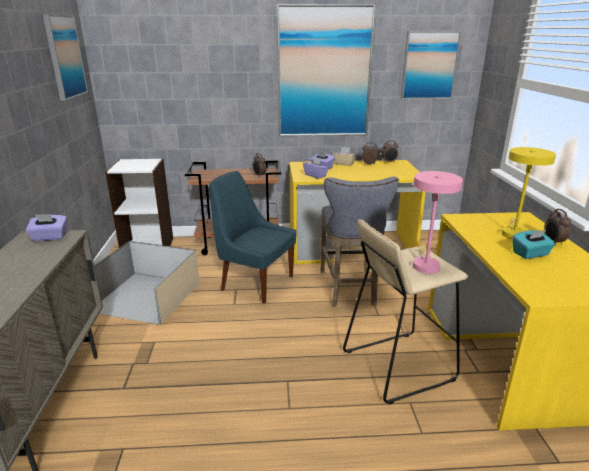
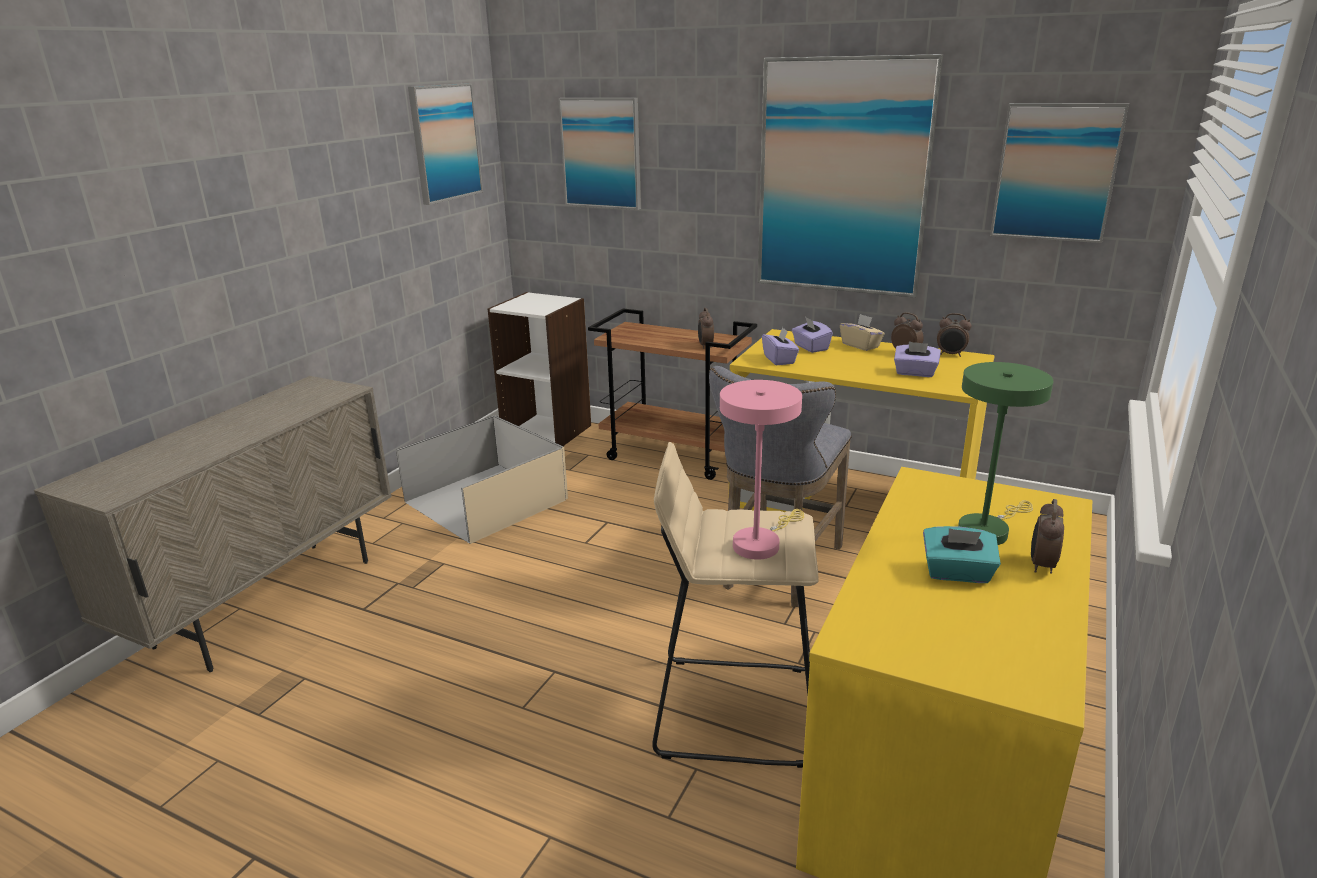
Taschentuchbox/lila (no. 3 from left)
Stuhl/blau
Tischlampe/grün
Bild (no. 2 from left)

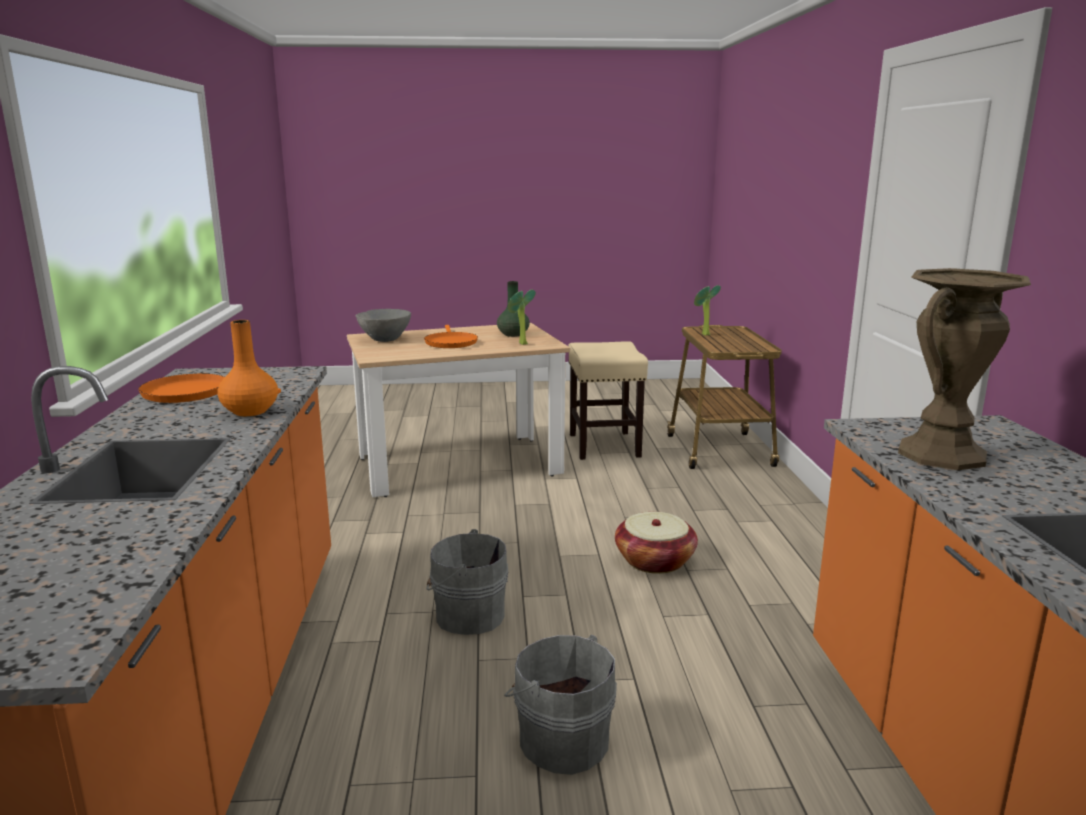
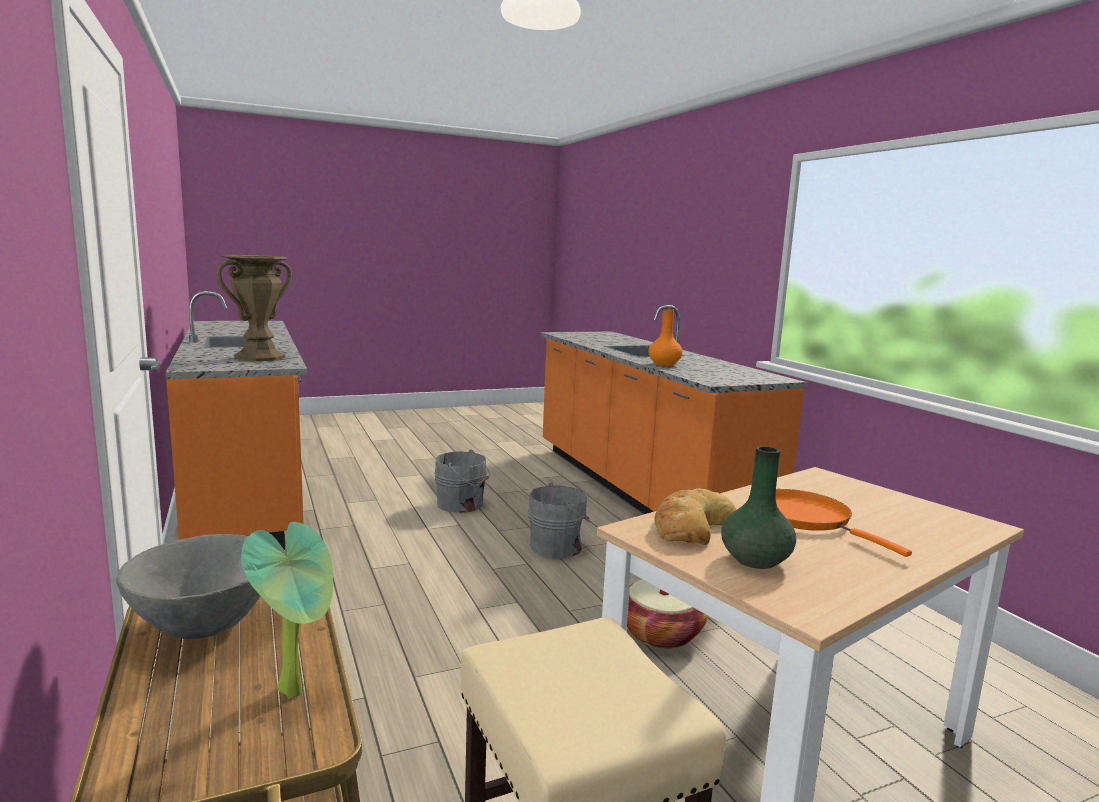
Pfanne/orange (no. 1 from left in the first image)
Schüssel/grau
Brot
Korb

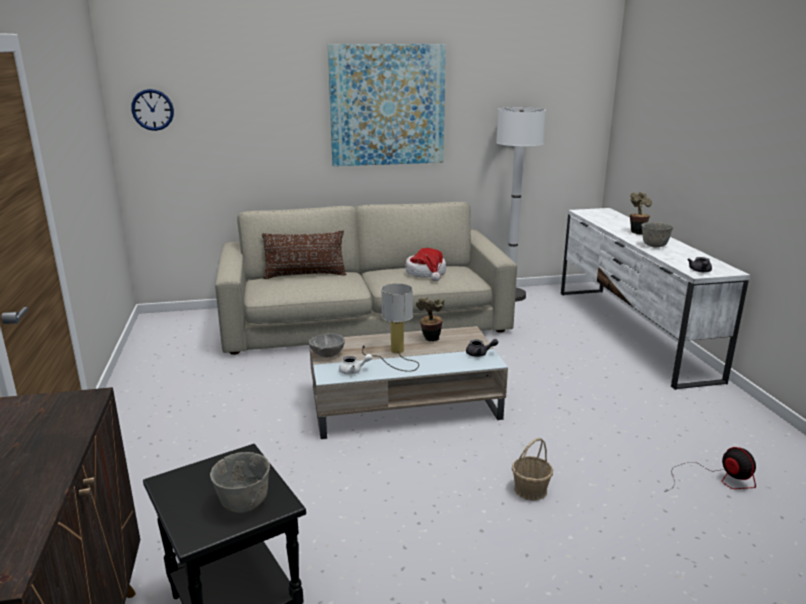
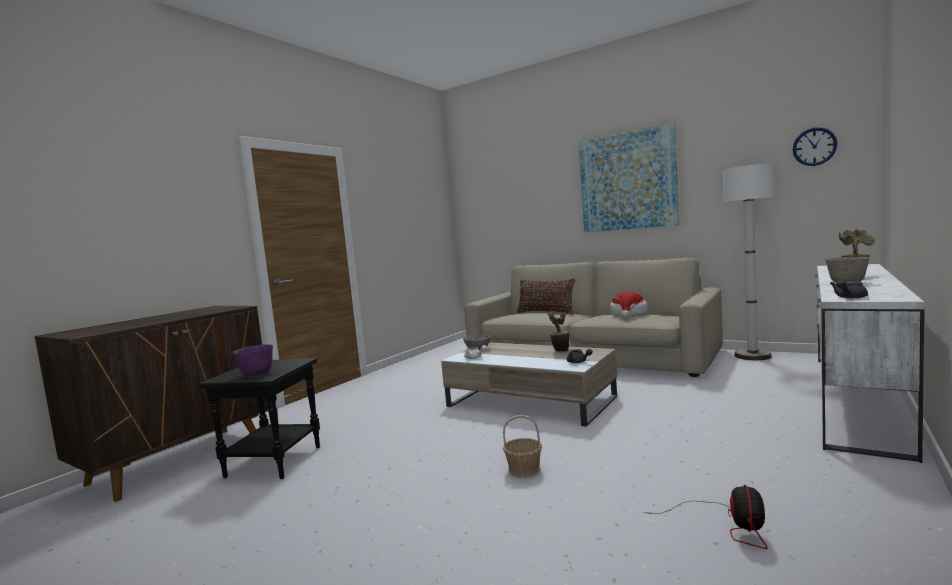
Wanduhr
Schüssel/lila
Tischlampe

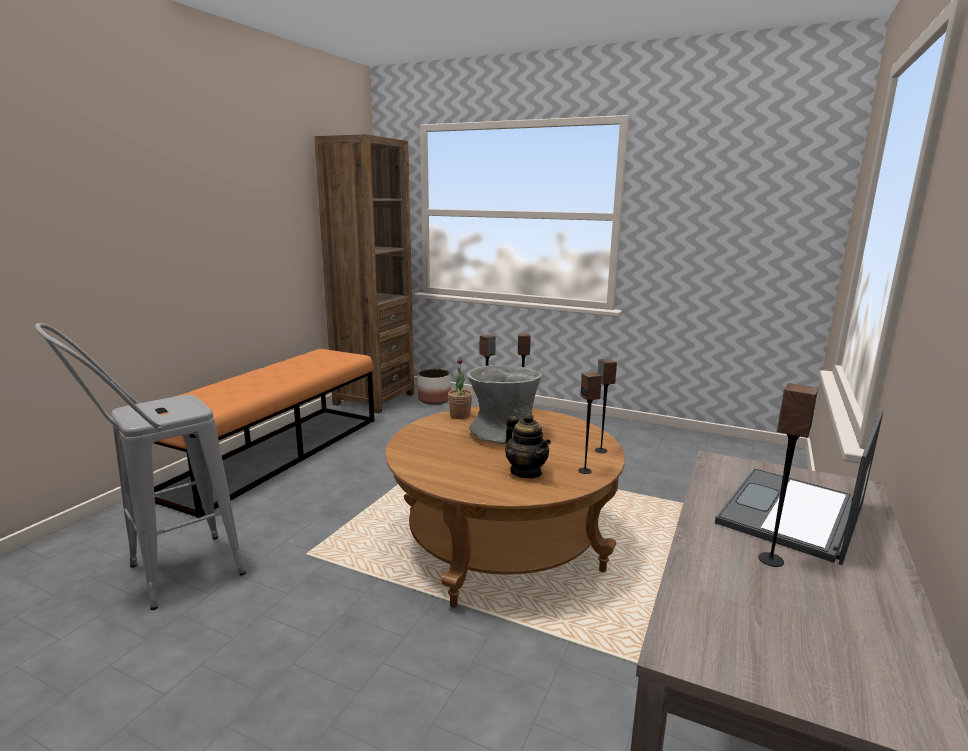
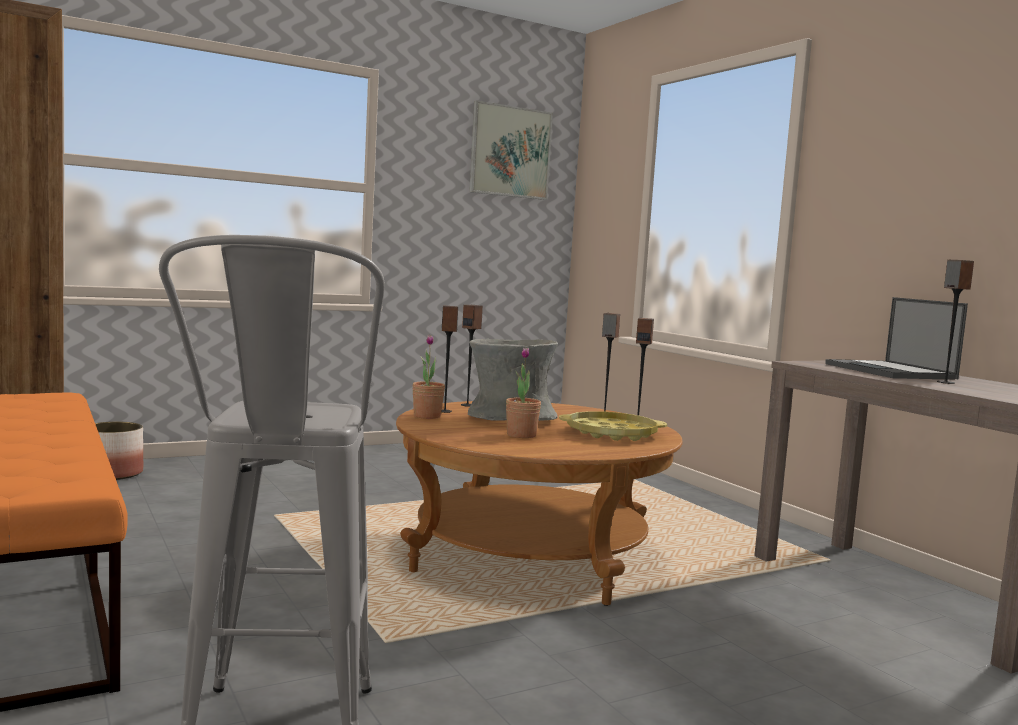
Tablett/gelb
Bild
Topfpflanze (no. 2 from left)

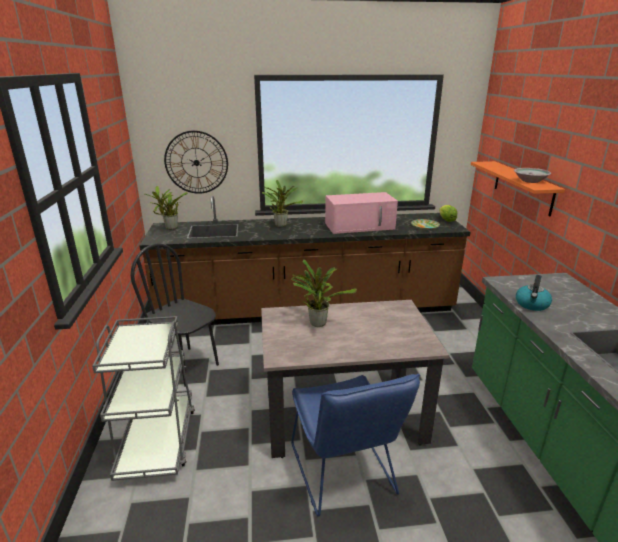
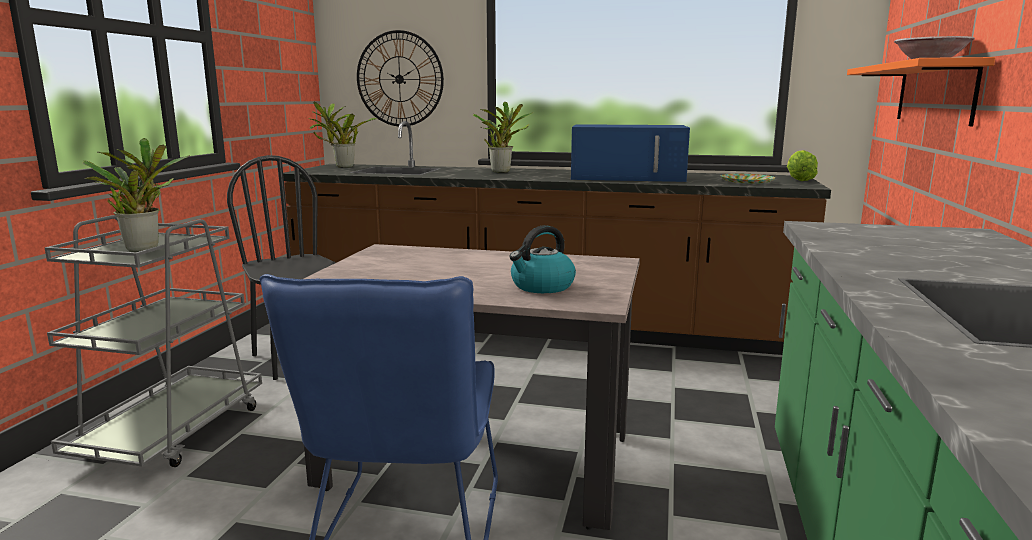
Topfpflanze (no. 1 from left)
Mikrowelle/blau
Wasserkessel

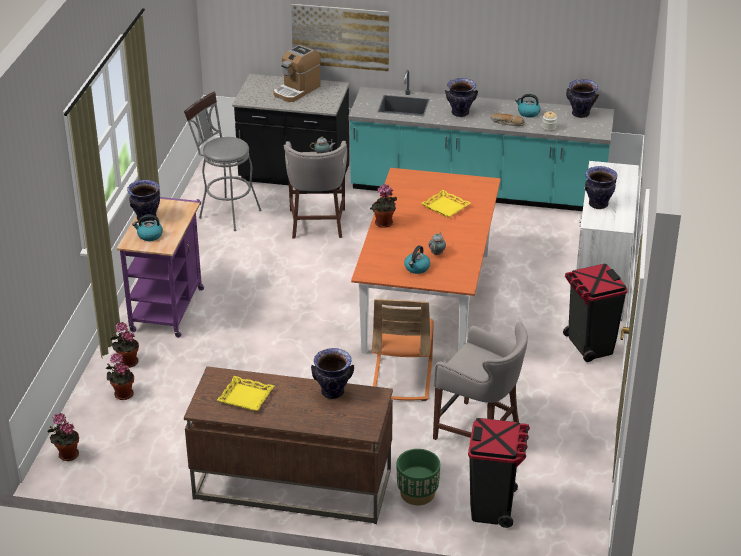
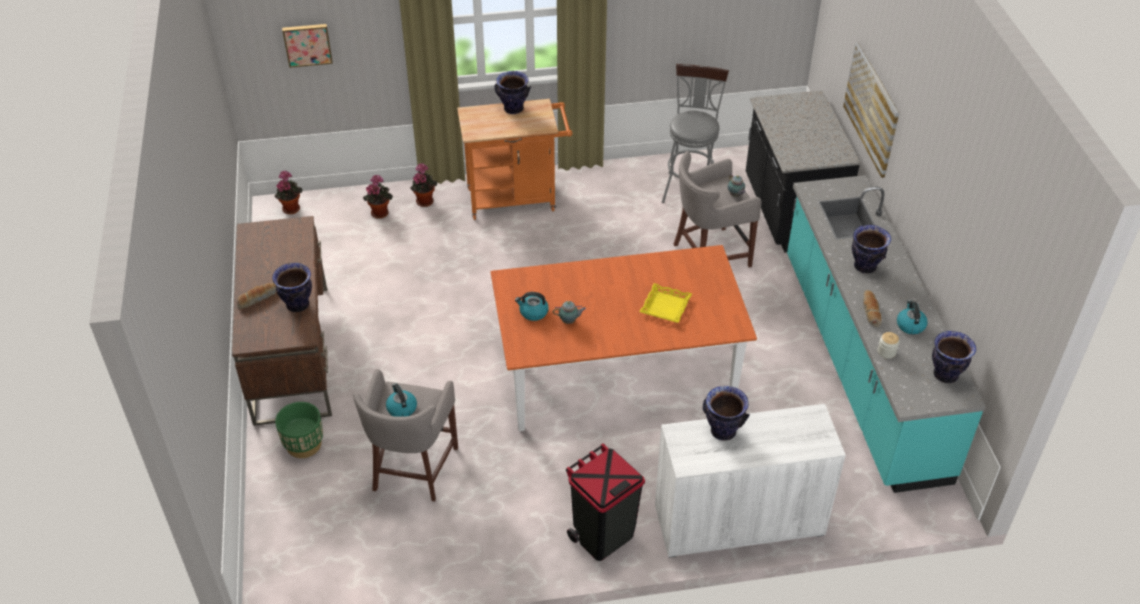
Rollwagen/orange
Wasserkessel (no. 1 from left)
Tablett/gelb (no. 1 from left in the first image)
Kaffeemaschine
Topfpflanze (no. 4 from left in the first image)
Stuhl/orange
Mülleimer/schwarz (no. 1 from left in the first image)
Brot (no. 1 from left)
Bild (no. 1 from left)

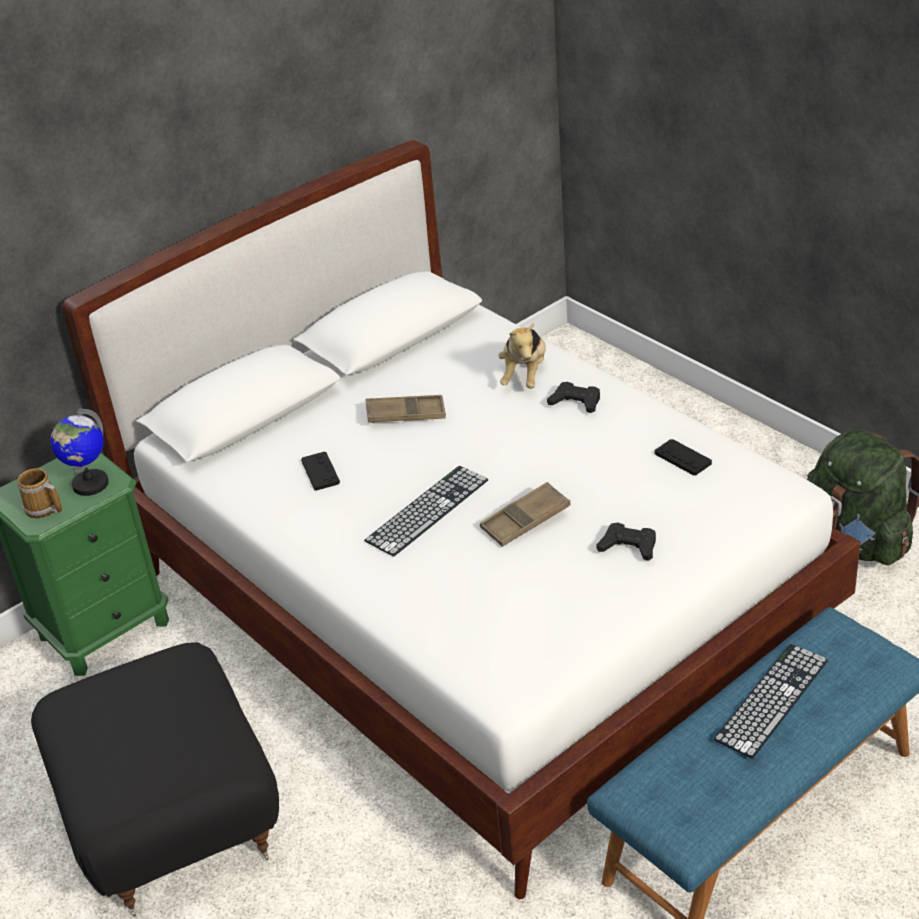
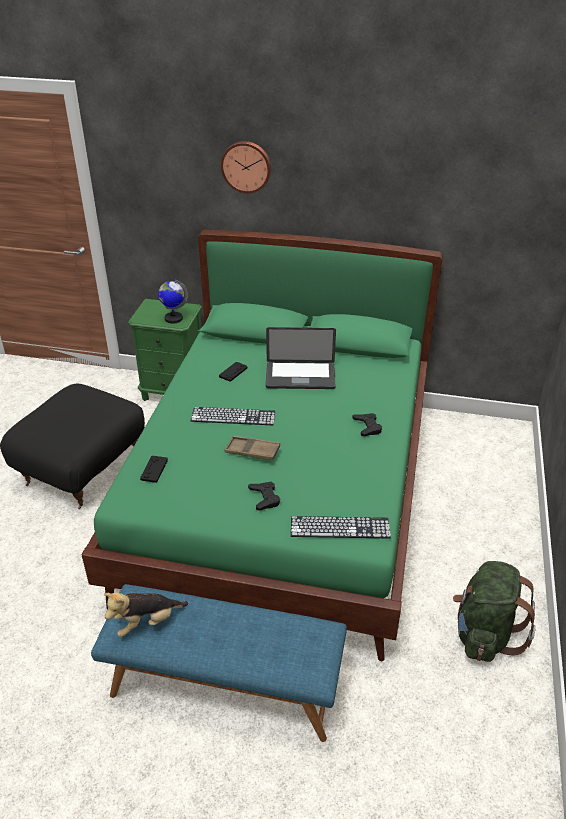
Henkelbecher
Bett/grün
Laptop
Plüschtier
Gamepad/schwarz (no. 1 from left)
Tastatur (no. 2 from left)
Wanduhr

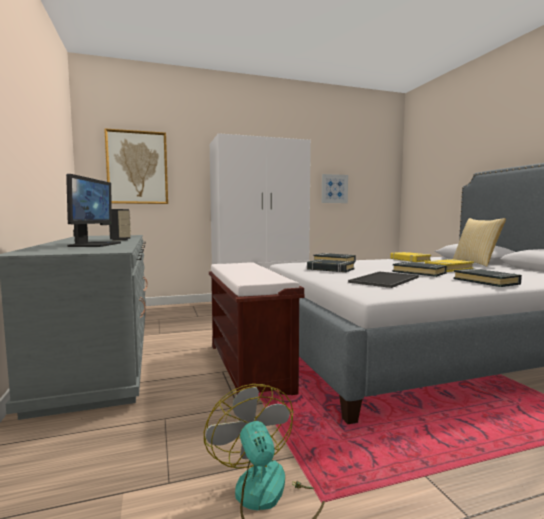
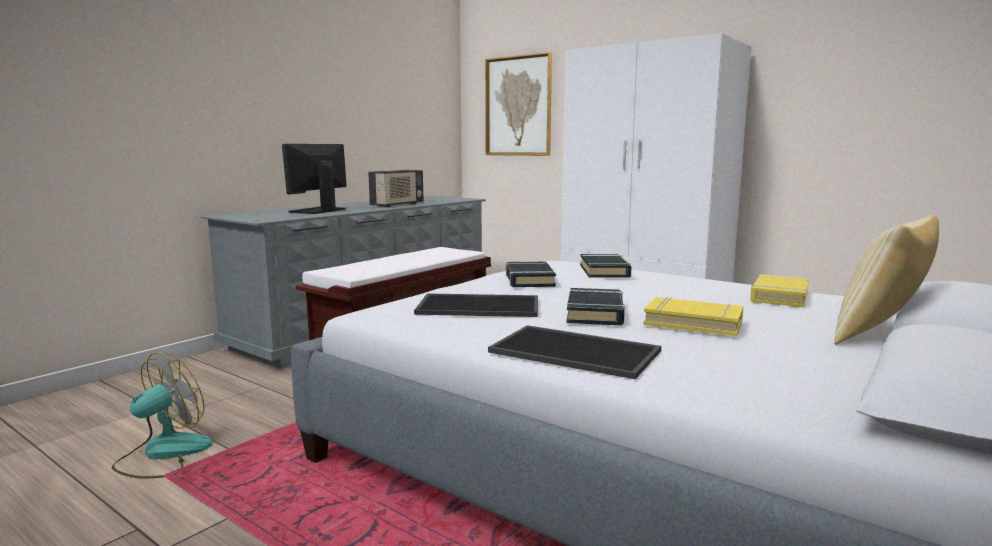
Monitor
Bild (no. 2 from left in the first image)
Tablett (no. 2 from left)

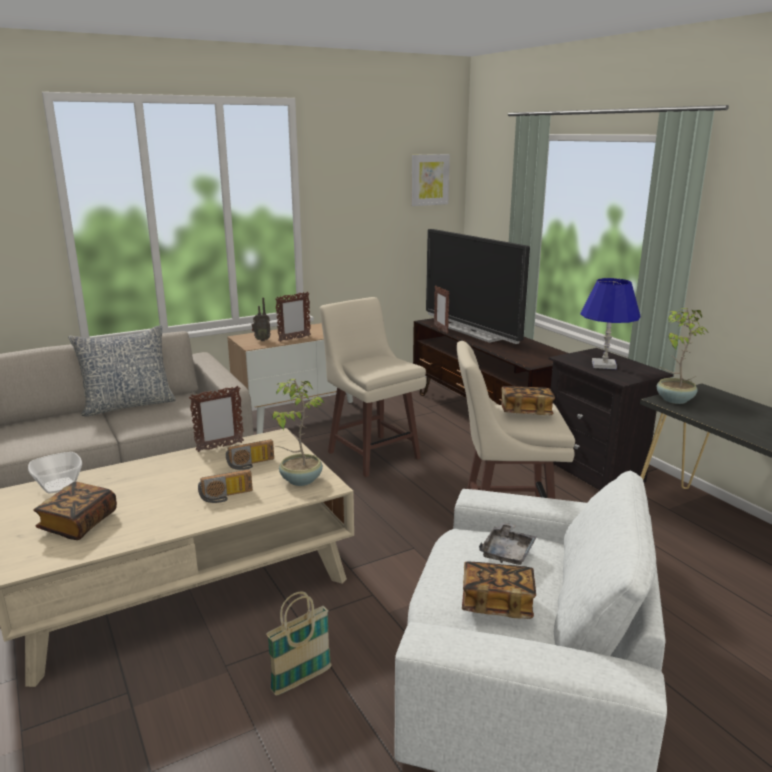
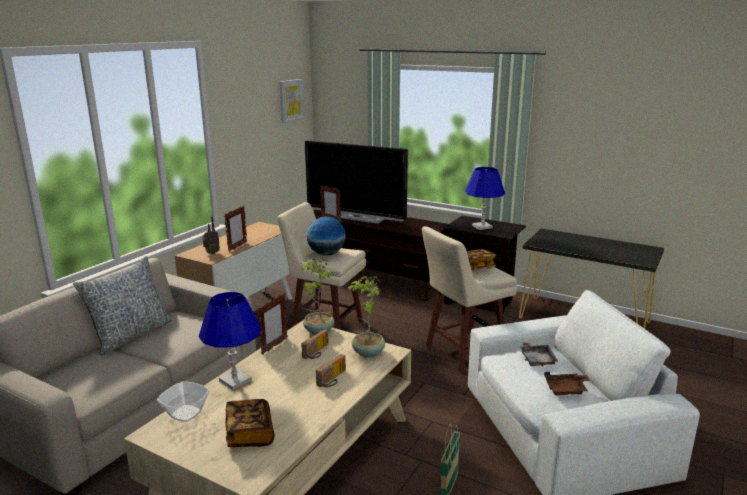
Tablett/braun
Topfpflanze (no. 1 from left)
Tischlampe/blau (no. 1 from left)
Globus

